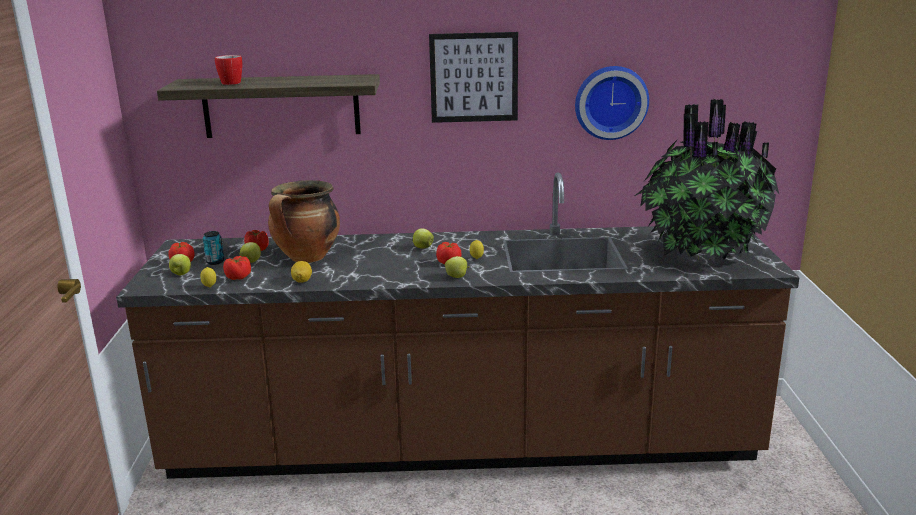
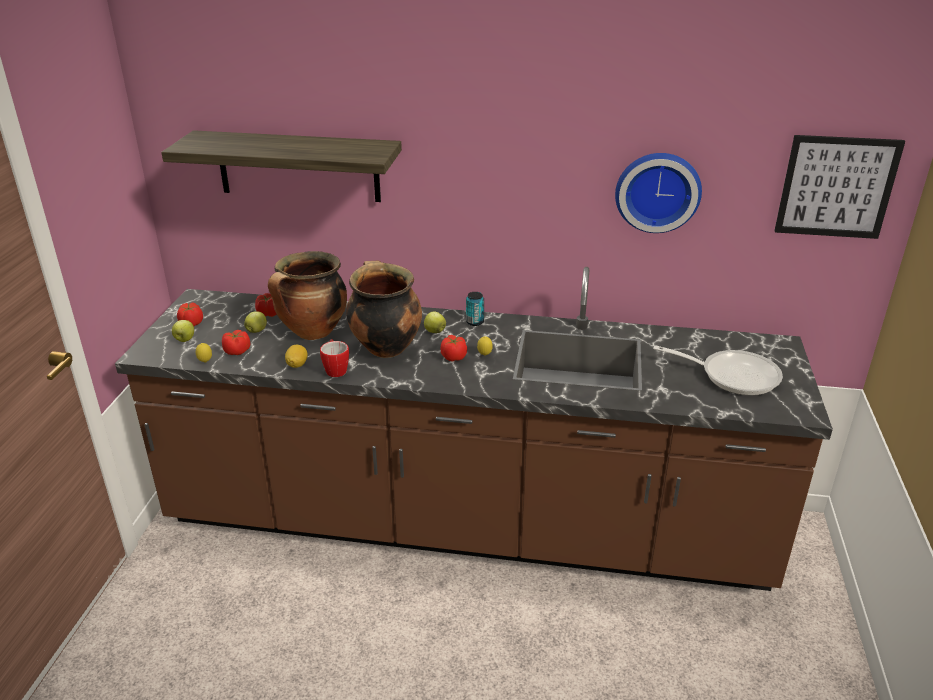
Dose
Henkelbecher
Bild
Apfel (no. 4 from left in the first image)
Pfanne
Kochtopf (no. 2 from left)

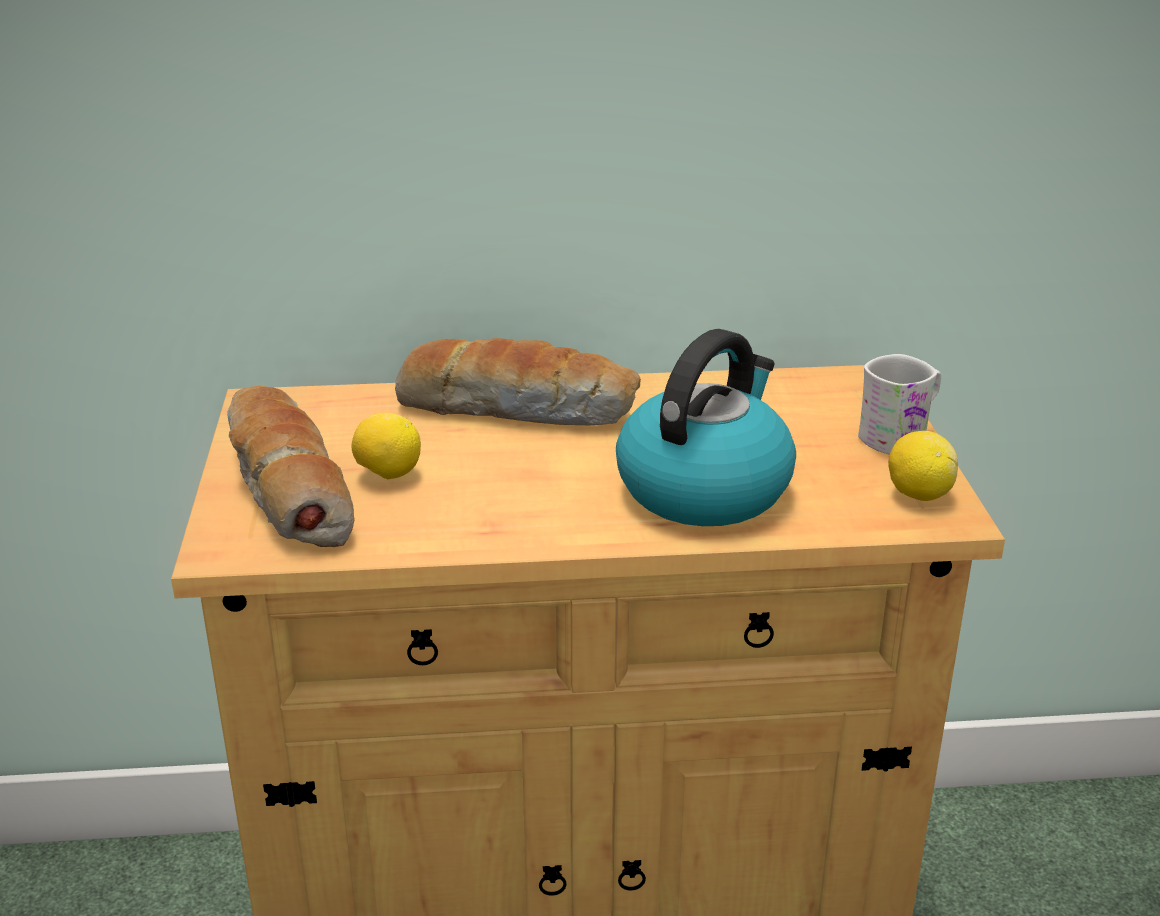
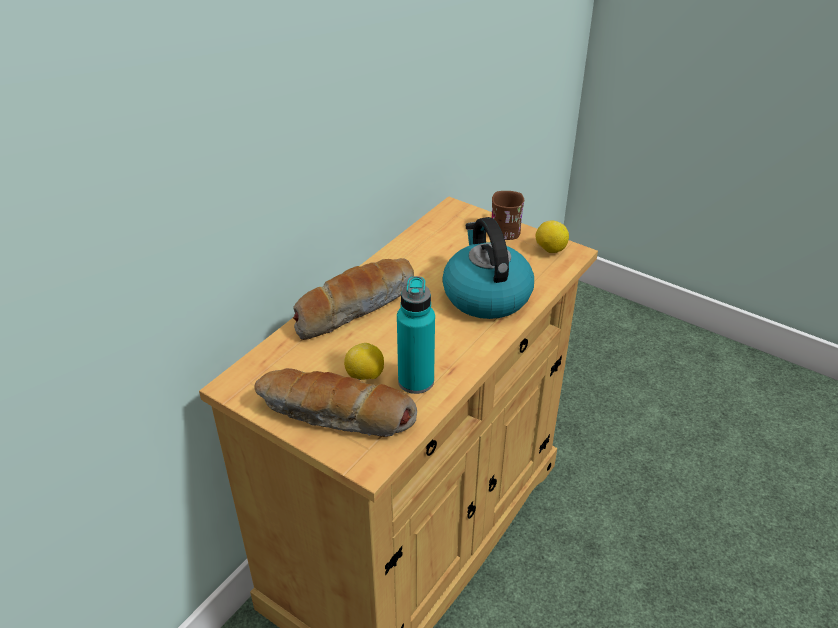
Henkelbecher/braun
Flasche/türkis

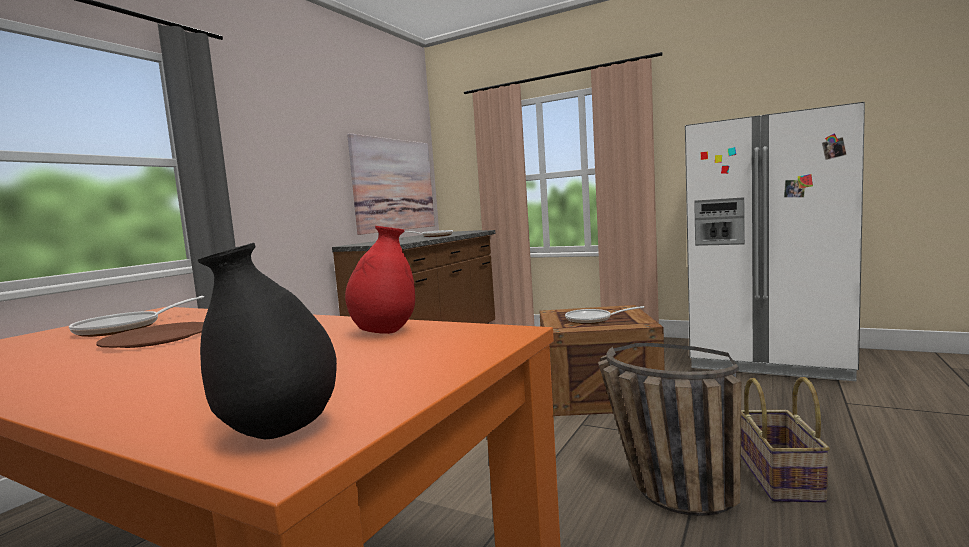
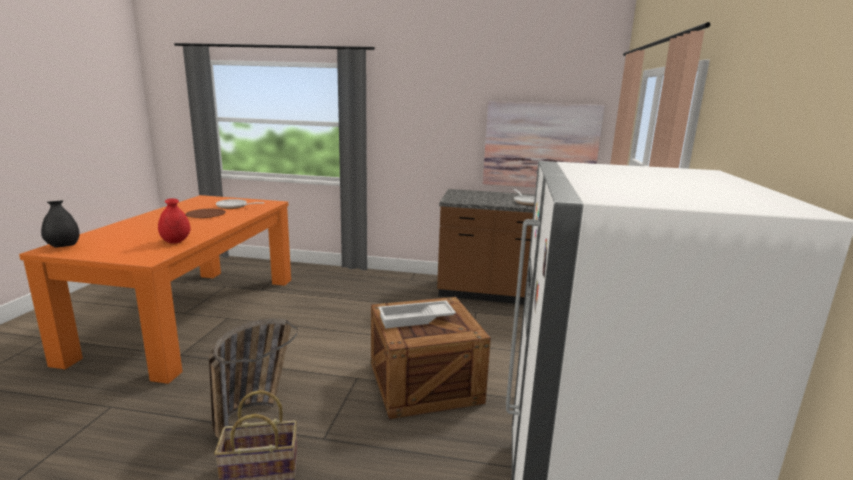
Tablett/weiß

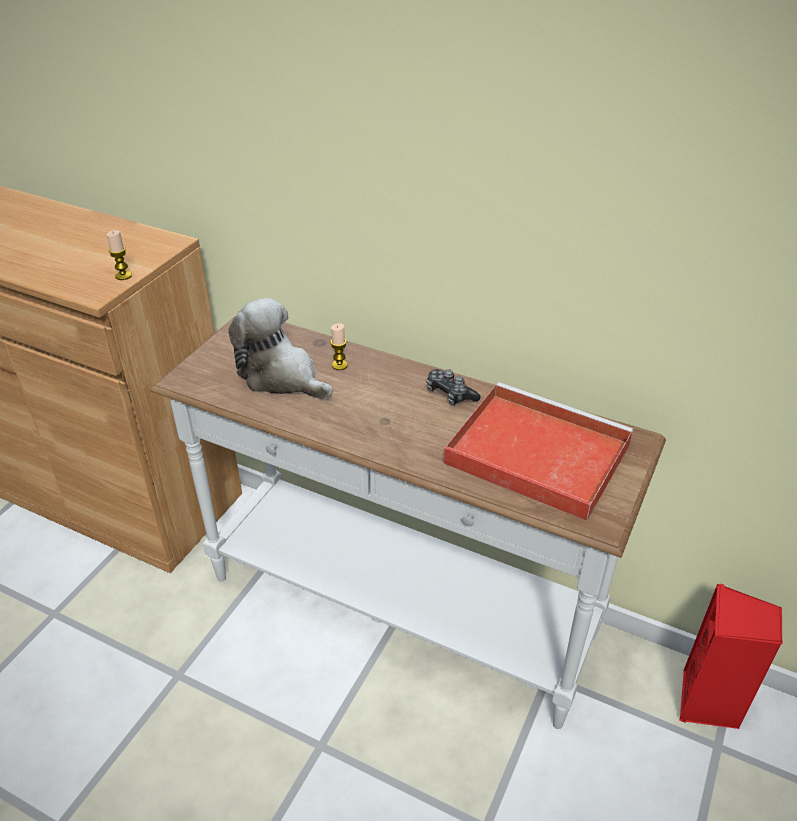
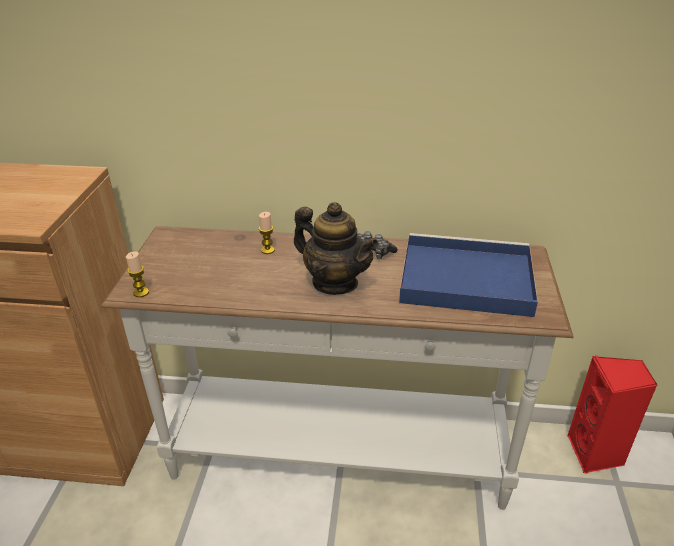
Kerze (no. 1 from left)
Plüschtier
Tablett/blau
Teekanne

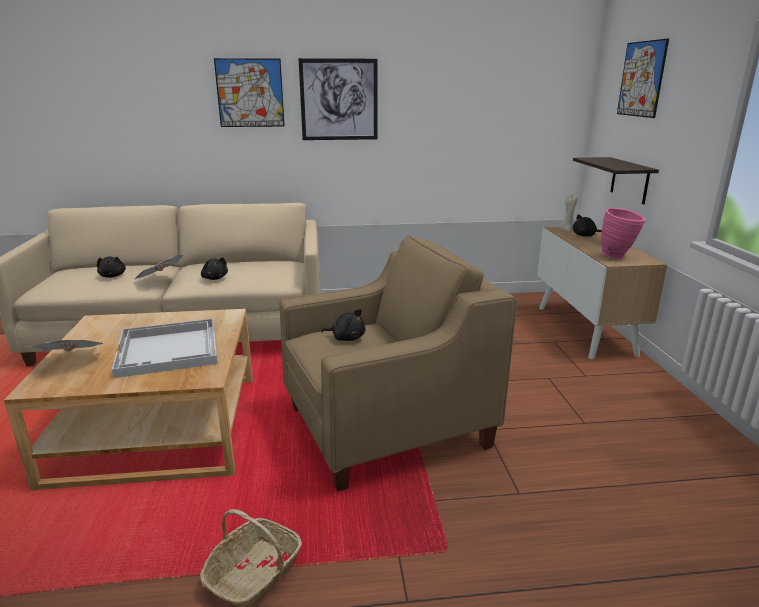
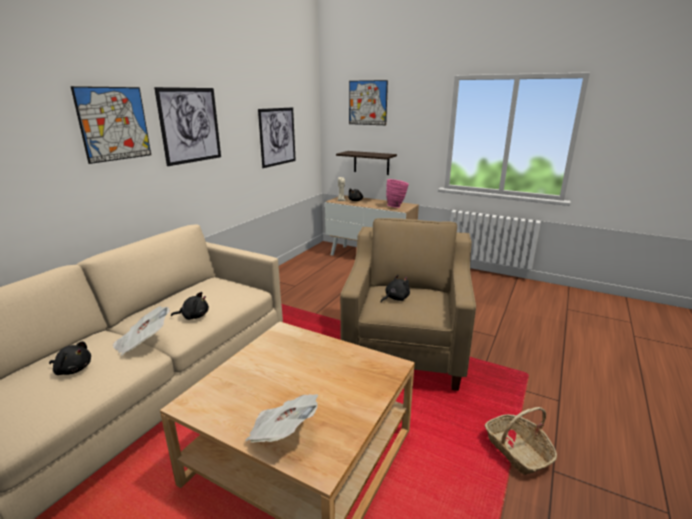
Tablett/weiß
Bild (no. 3 from left)

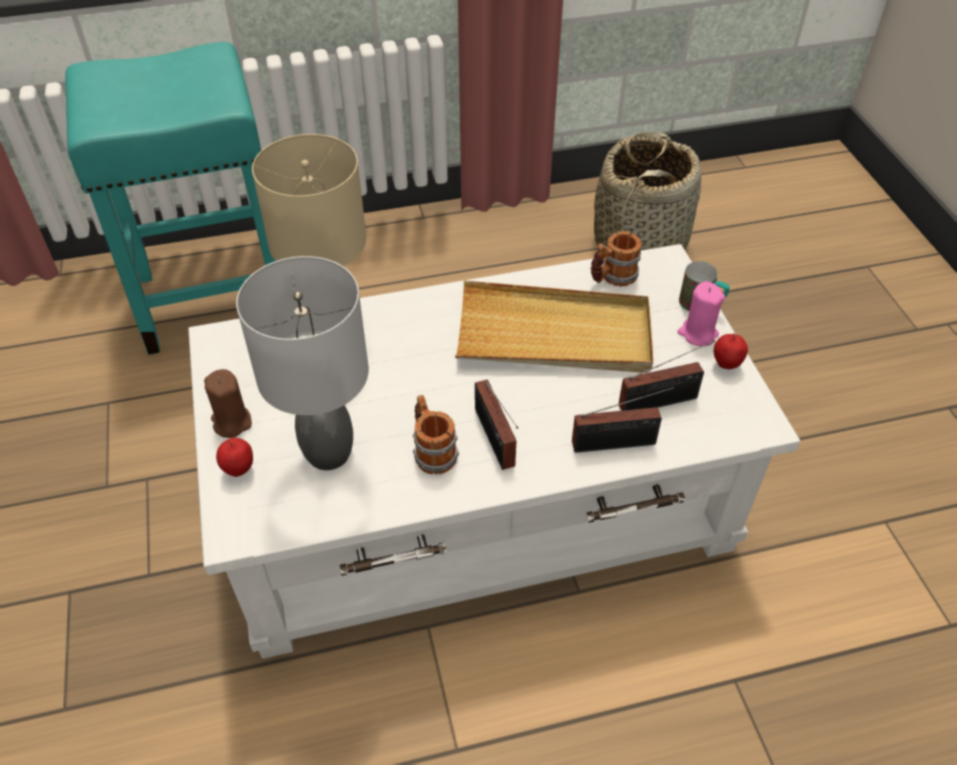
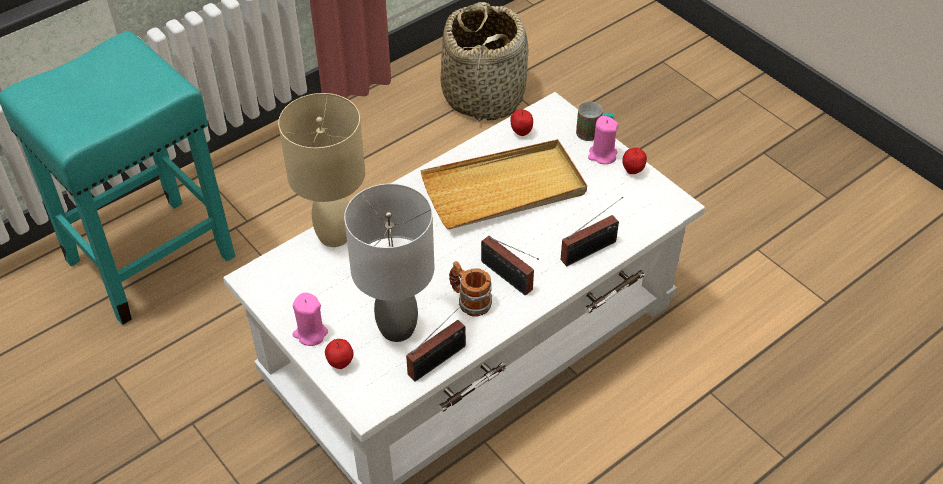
Kerze/rosa (no. 1 from left)
Apfel (no. 2 from left)
Radio (no. 1 from left)

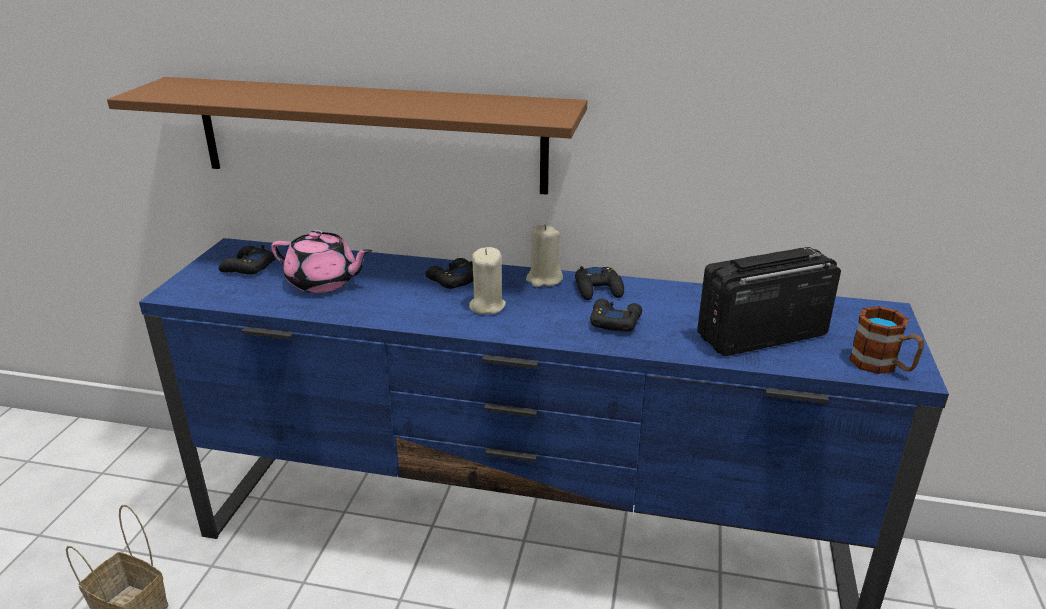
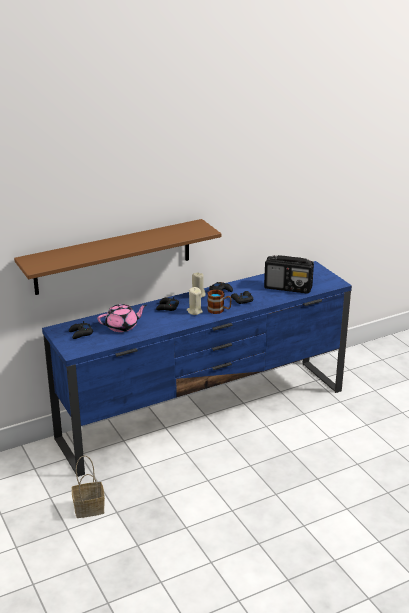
Radio
Henkelbecher

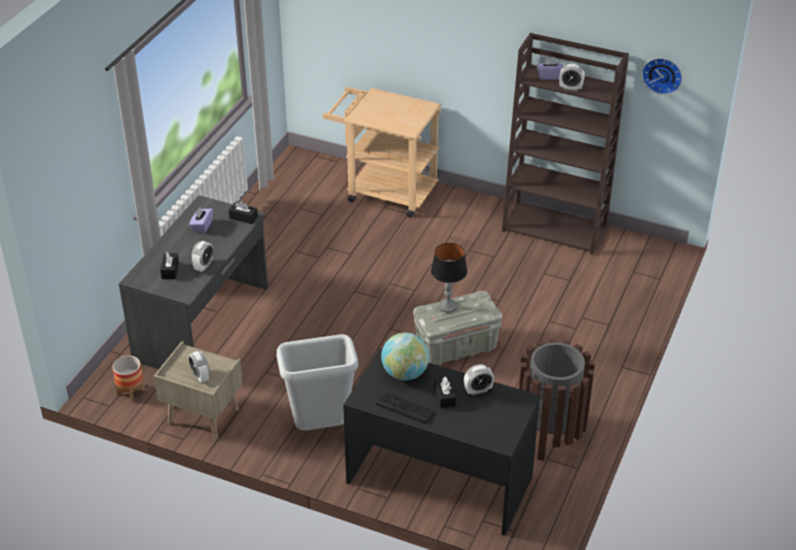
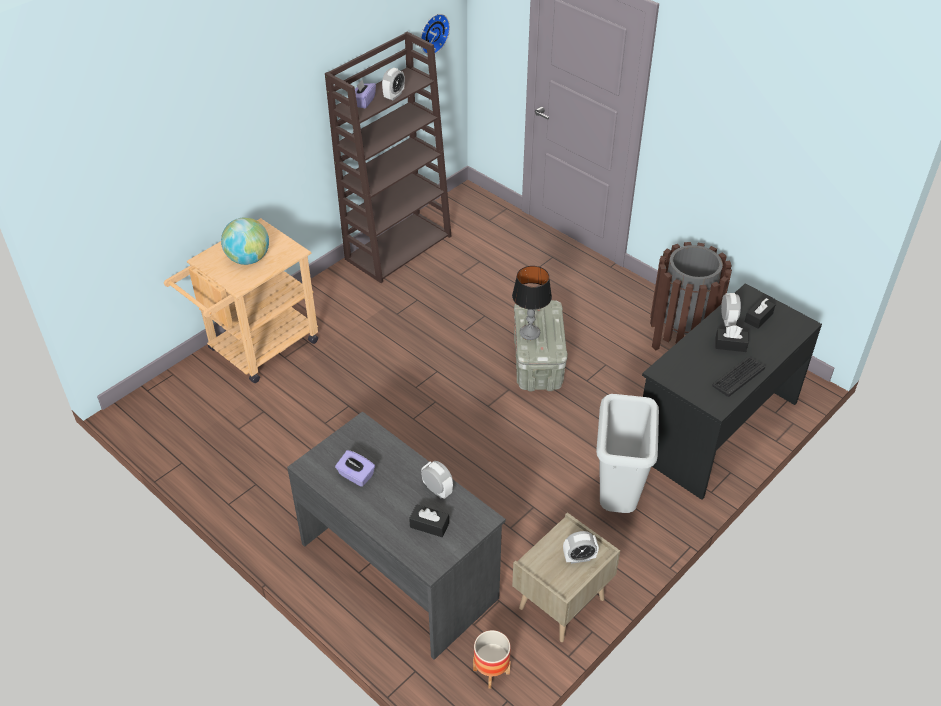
Taschentuchbox/schwarz (no. 3 from left)
Globus

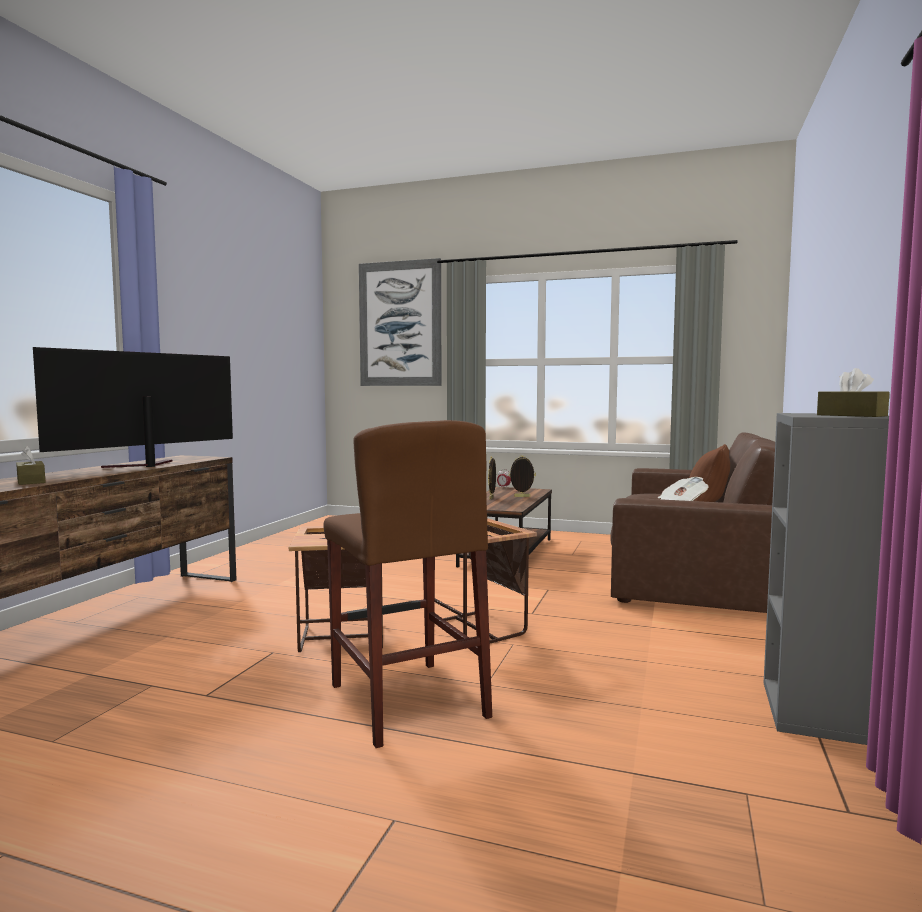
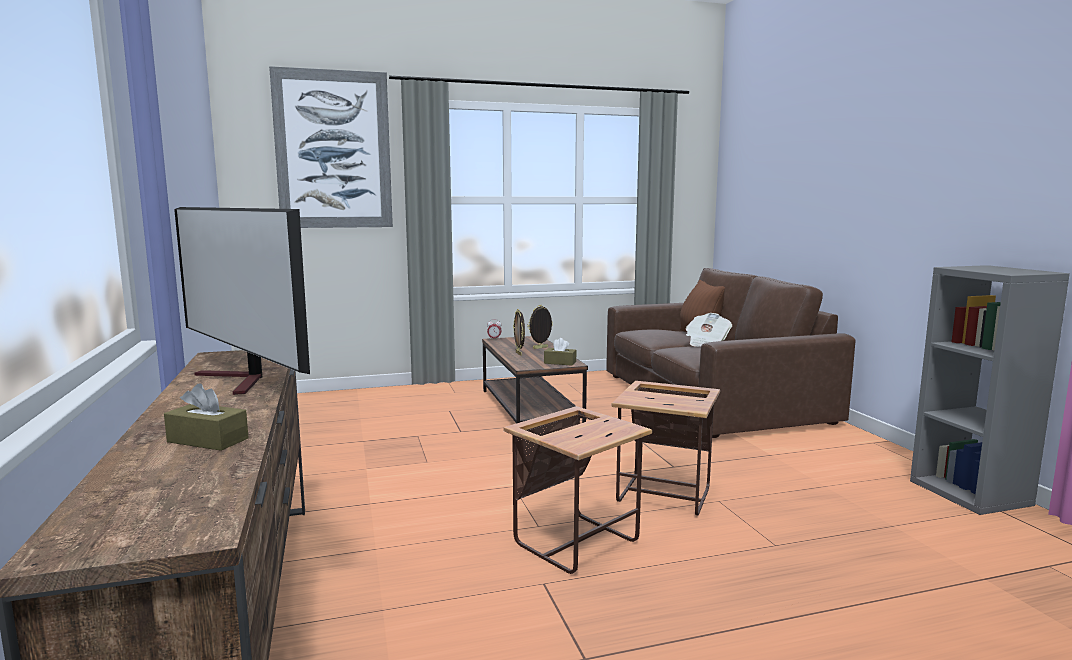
Fernseher
Hocker/braun
Taschentuchbox/braun (no. 2 from left)

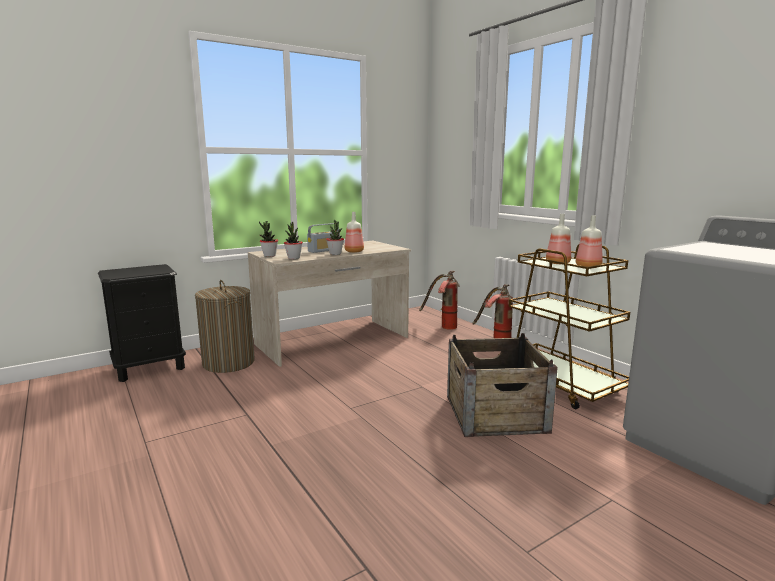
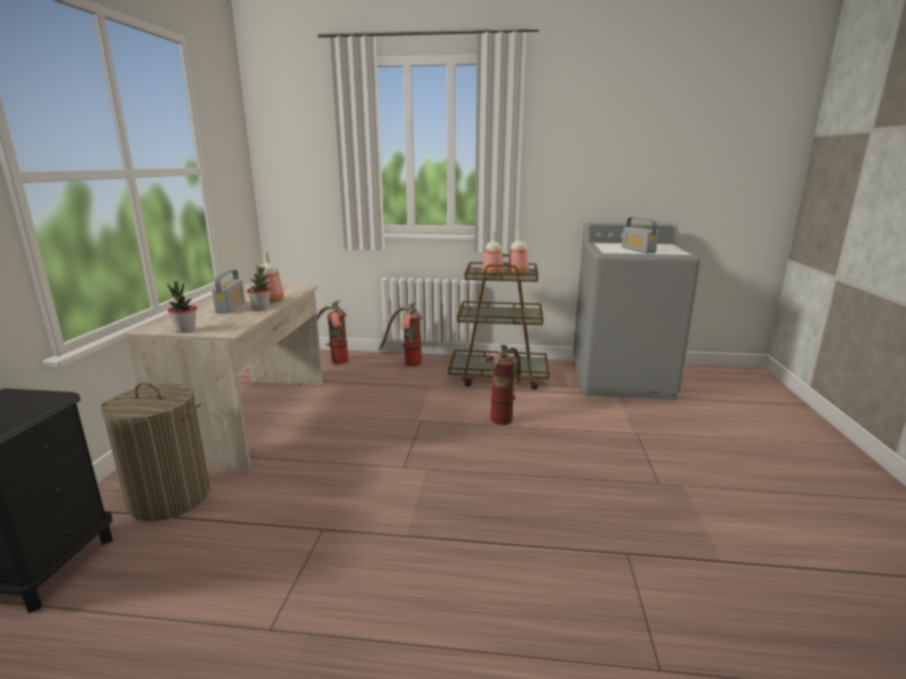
Topfpflanze (no. 2 from left in the first image)
Feuerlöscher (no. 3 from left)
Radio (no. 2 from left)

